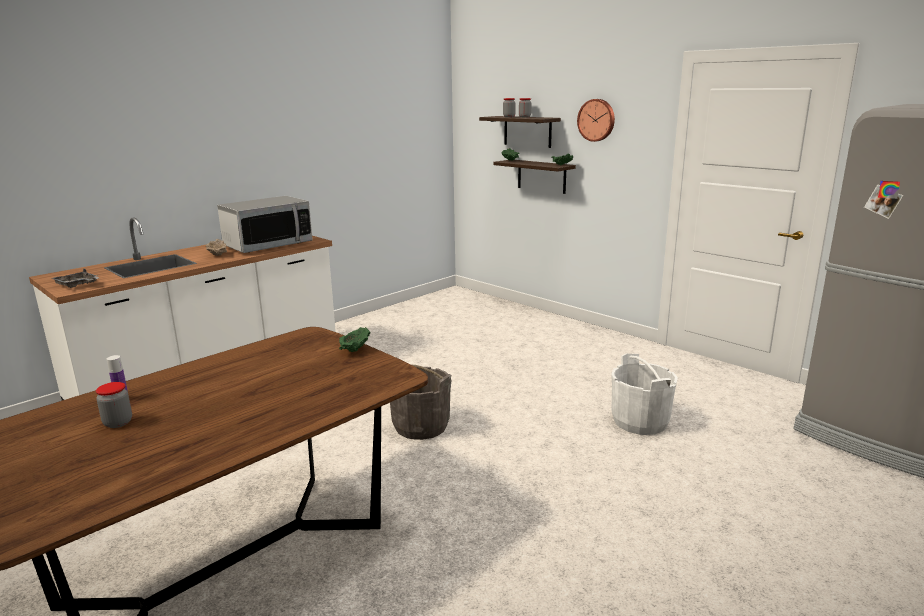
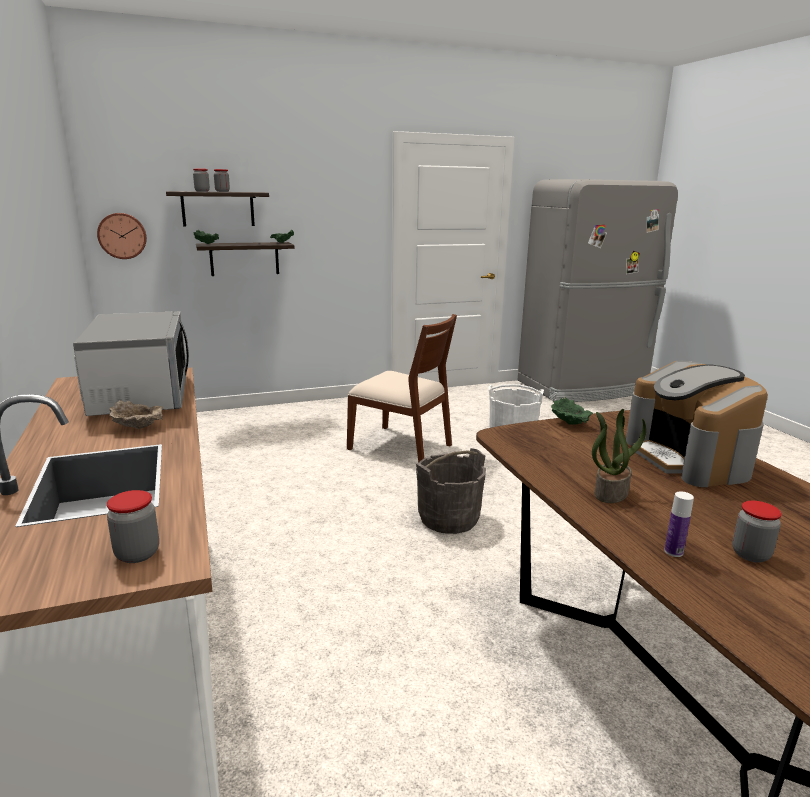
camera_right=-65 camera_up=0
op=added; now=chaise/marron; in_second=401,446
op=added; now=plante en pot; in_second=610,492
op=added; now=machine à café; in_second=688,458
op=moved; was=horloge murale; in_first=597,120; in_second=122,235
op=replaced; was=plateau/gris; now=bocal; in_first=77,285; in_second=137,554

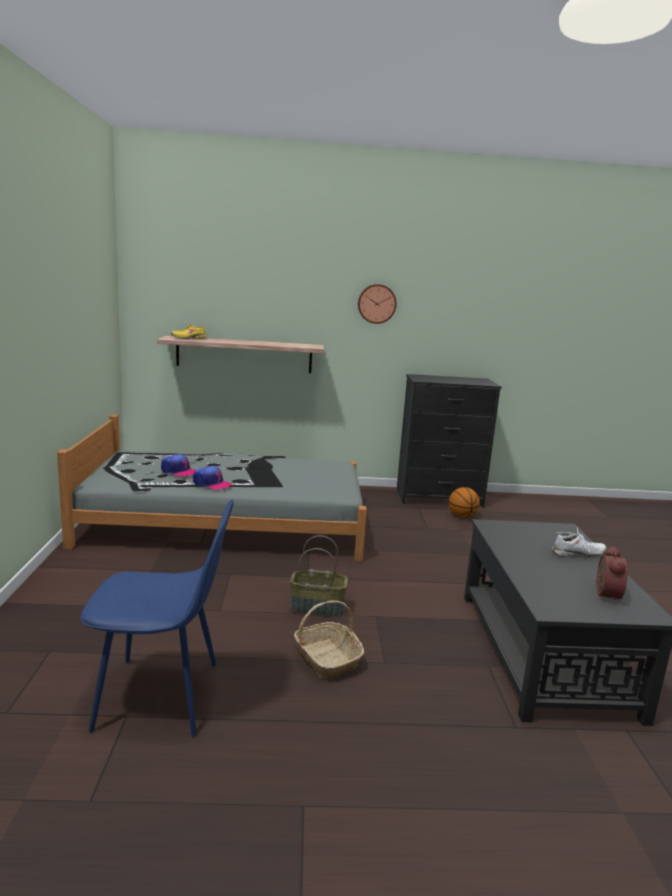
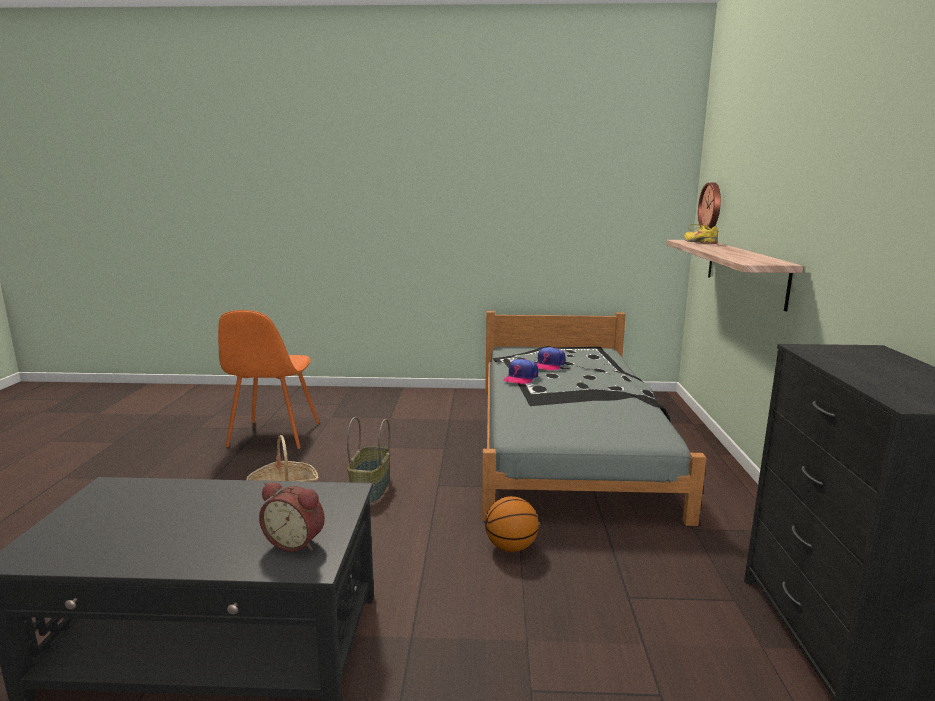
camera_right=95 camera_up=0
op=removed; was=chaussure/blanc; in_first=578,554
op=moved; was=horloge murale; in_first=376,304; in_second=711,206
op=moved; was=ballon de basket; in_first=462,516; in_second=511,547
op=moved; was=réveil; in_first=604,594; in_second=296,541
op=recoloured; was=chaise/bleu; now=chaise/orange; in_first=162,696; in_second=273,435

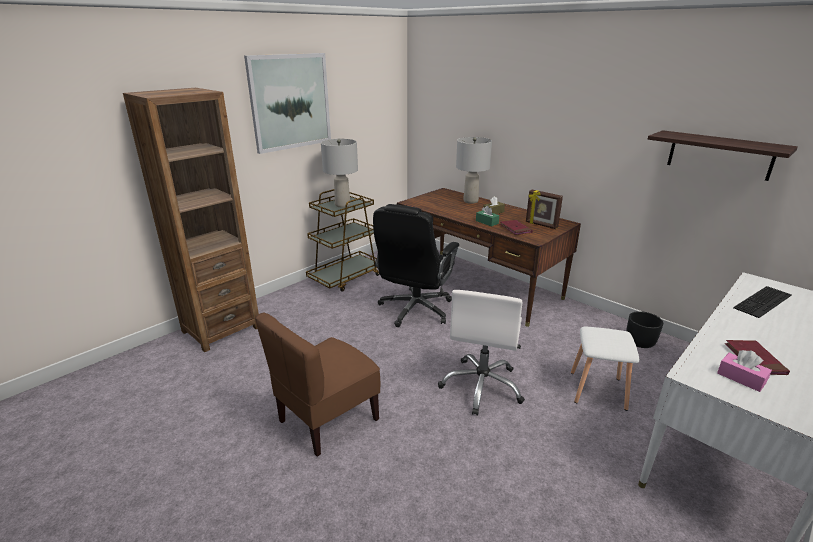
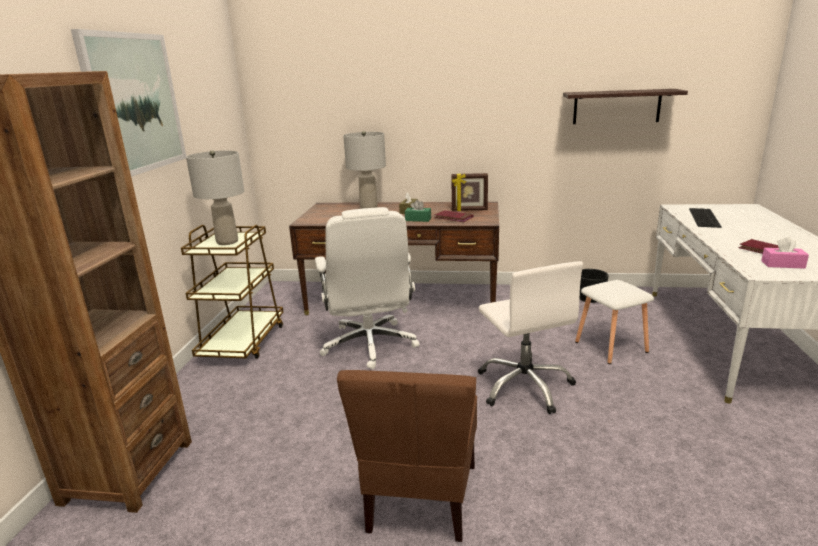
camera_right=-35 camera_up=-5
op=recoloured; was=chaise de bureau/noir; now=chaise de bureau/blanc; in_first=415,309; in_second=370,345

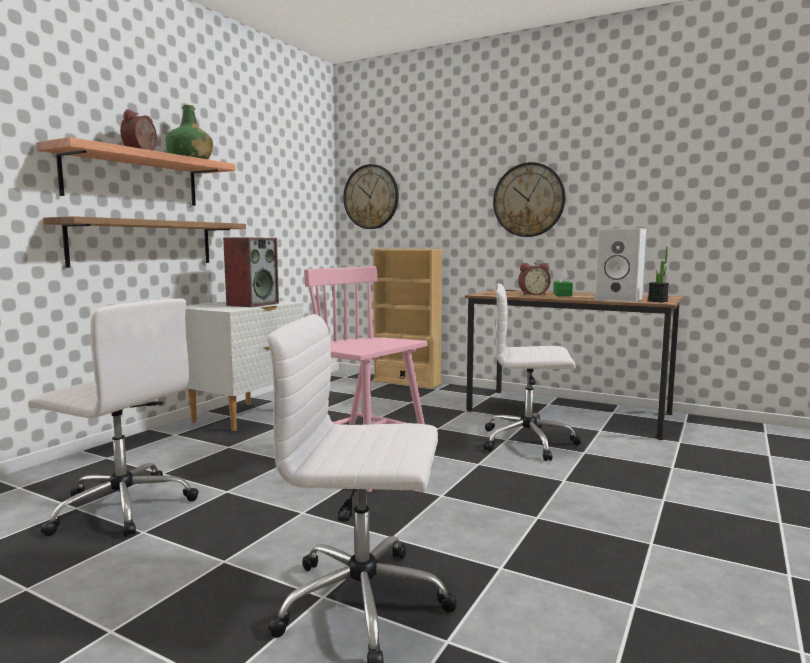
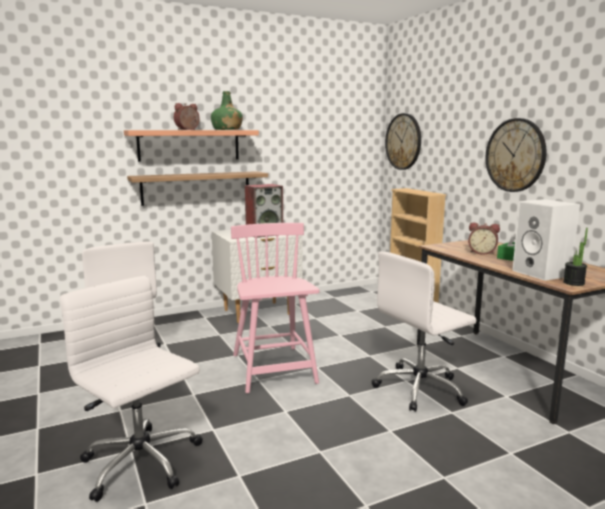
camera_right=35 camera_up=5
op=turned; was=chaise de bureau/blanc; in_first=529,442; in_second=421,388; clockwise=-75

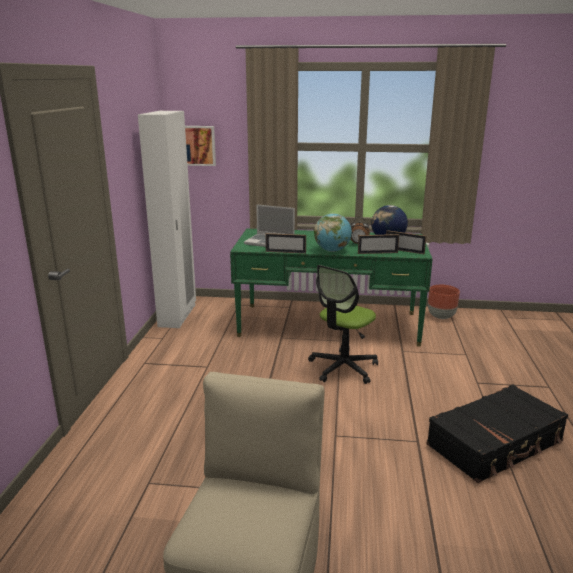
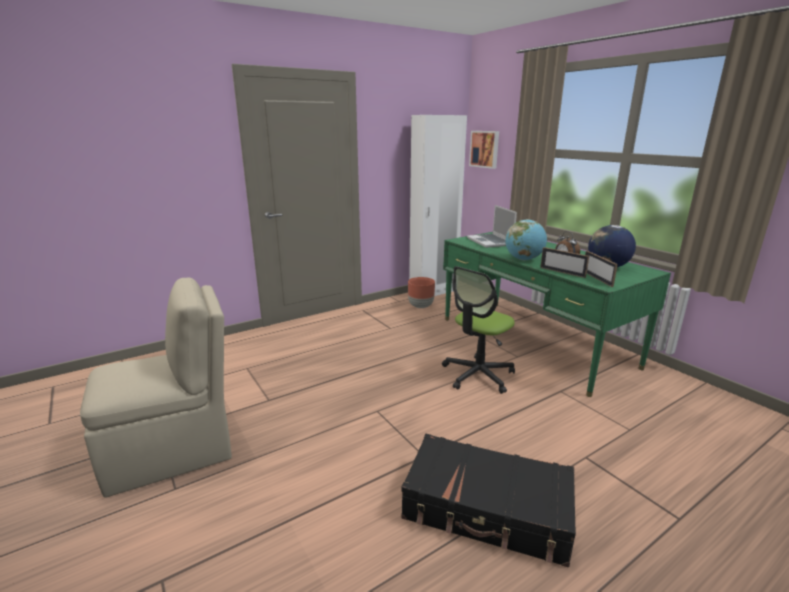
camera_right=50 camera_up=0
op=removed; was=cadre photo; in_first=285,252
op=moved; was=cache-pot/marron; in_first=441,317; in_second=420,306
op=turned; was=chaise de bureau; in_first=343,368; in_second=478,375; clockwise=-45

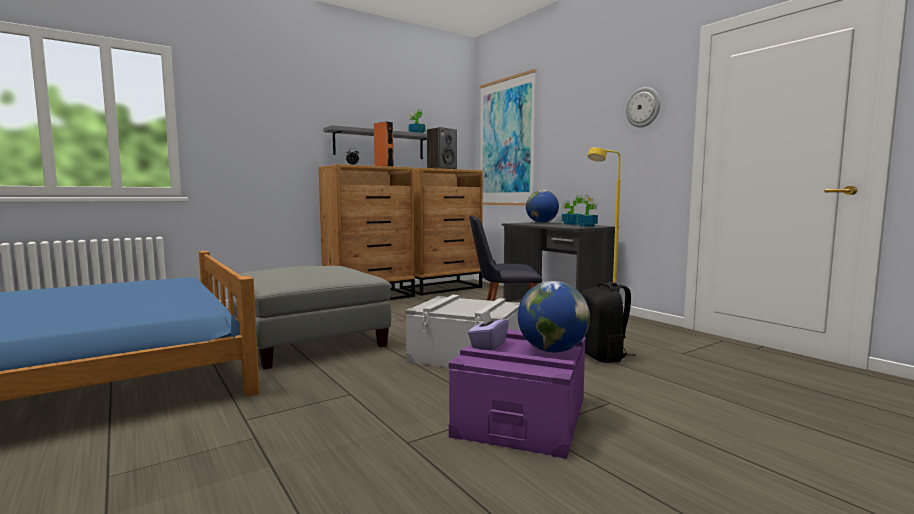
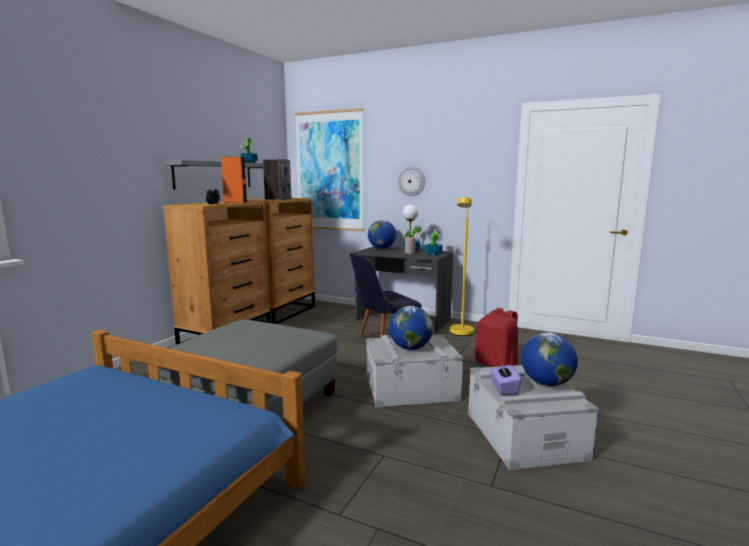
camera_right=-30 camera_up=5
op=added; now=globe; in_second=410,348
op=added; now=lampe de table; in_second=409,253
op=moved; was=horloge murale; in_first=643,107; in_second=411,181
op=recoloured; was=boîte de rangement/violet; now=boîte de rangement/gris; in_first=522,416; in_second=524,435
op=recoloured; was=sac à dos/noir; now=sac à dos/rouge; in_first=602,356; in_second=497,365

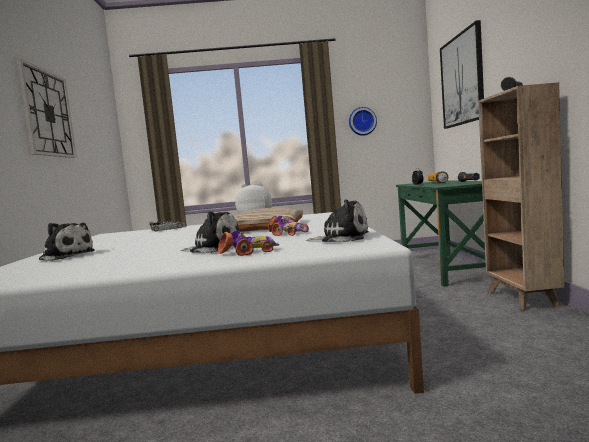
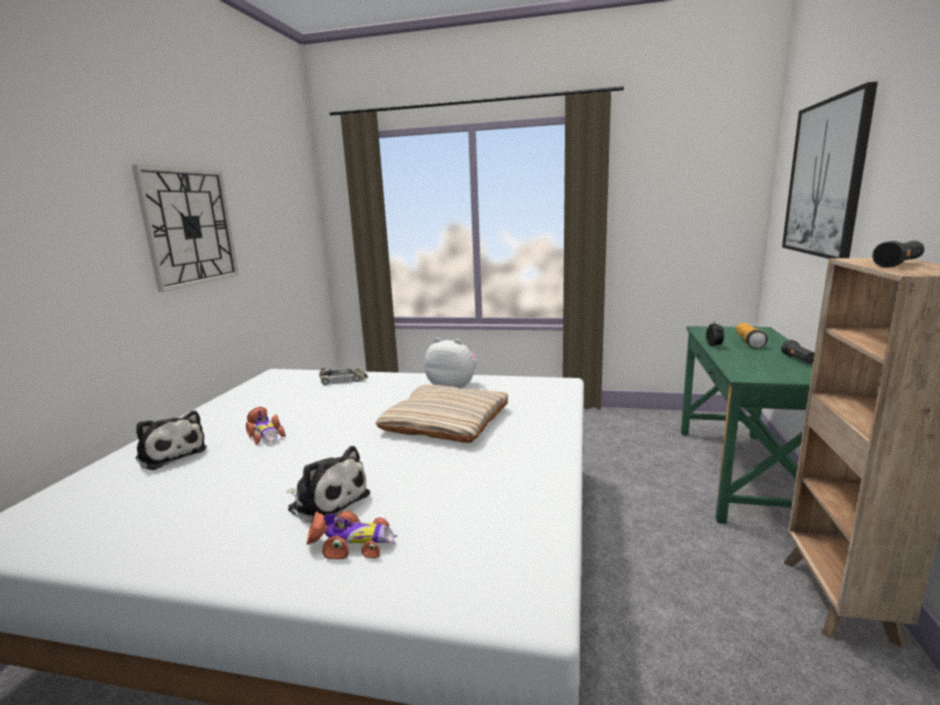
camera_right=15 camera_up=10
op=removed; was=peluche; in_first=342,238
op=removed; was=horloge murale; in_first=362,121
op=moved; was=petite voiture; in_first=288,234; in_second=265,434

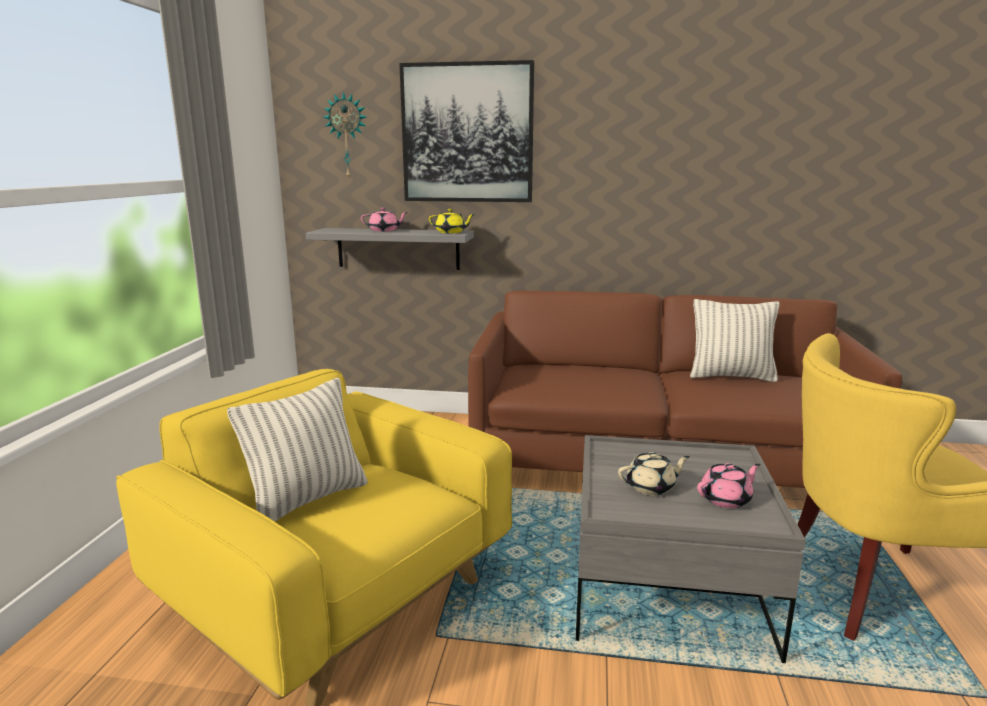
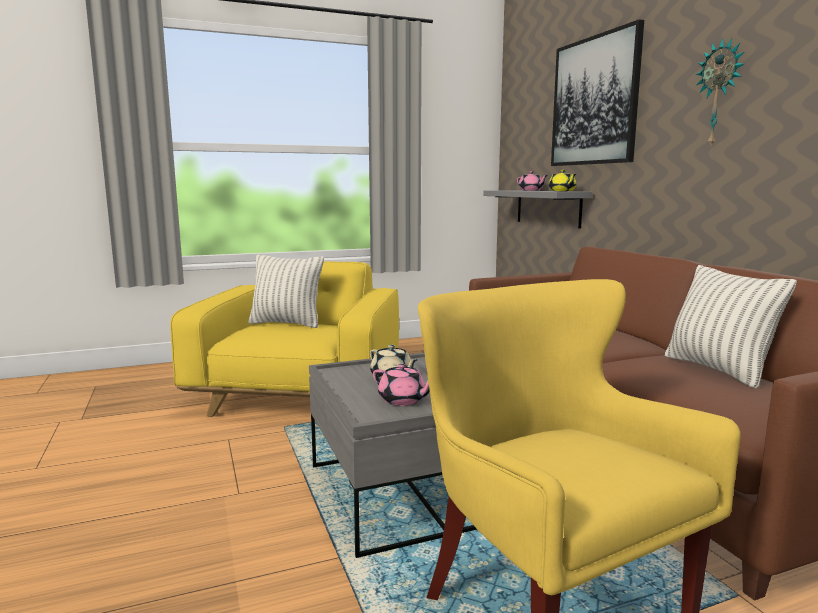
camera_right=60 camera_up=-5
op=moved; was=horloge murale; in_first=347,136; in_second=719,94

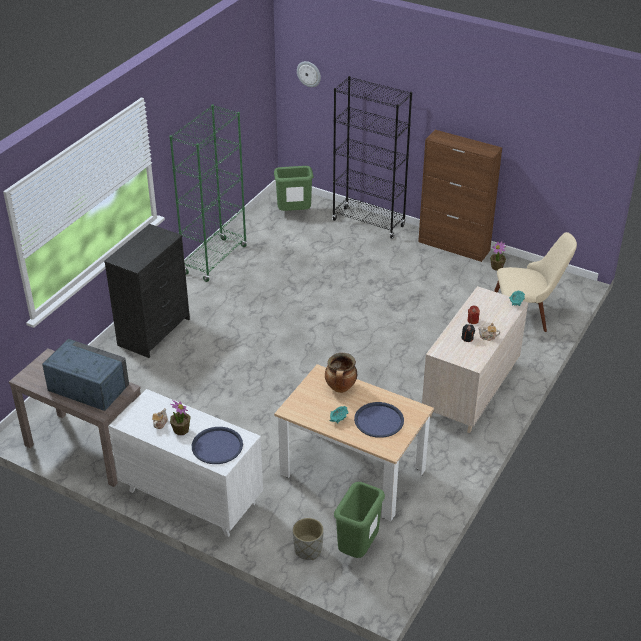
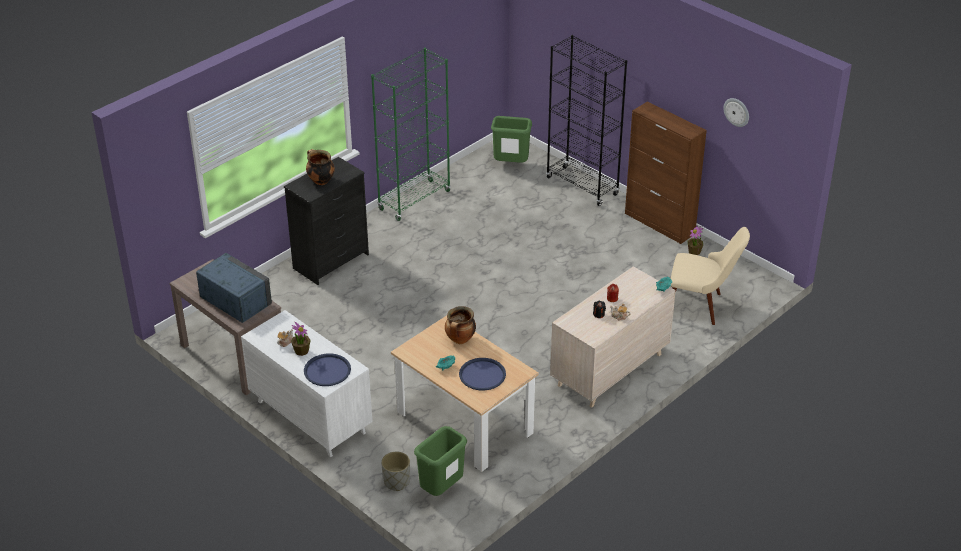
camera_right=15 camera_up=0
op=added; now=marmite; in_second=320,181
op=moved; was=horloge murale; in_first=309,73; in_second=737,112

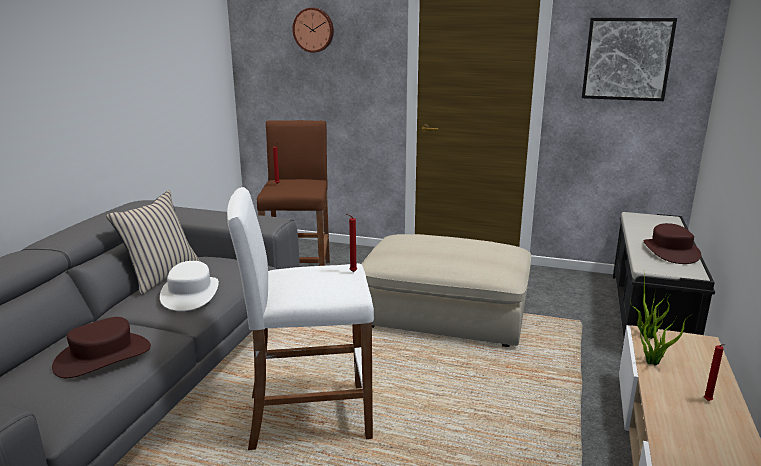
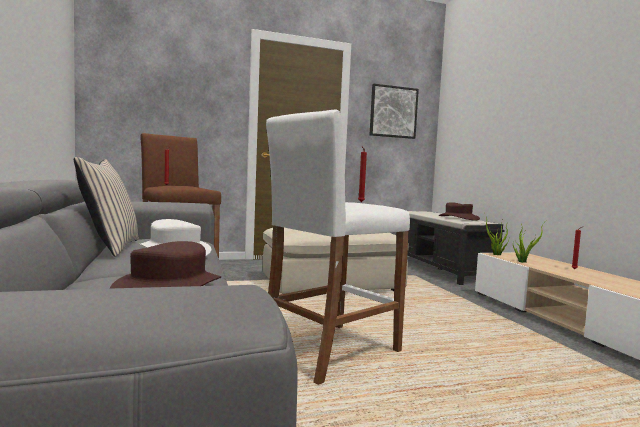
camera_right=-35 camera_up=-15
op=removed; was=horloge murale; in_first=314,30

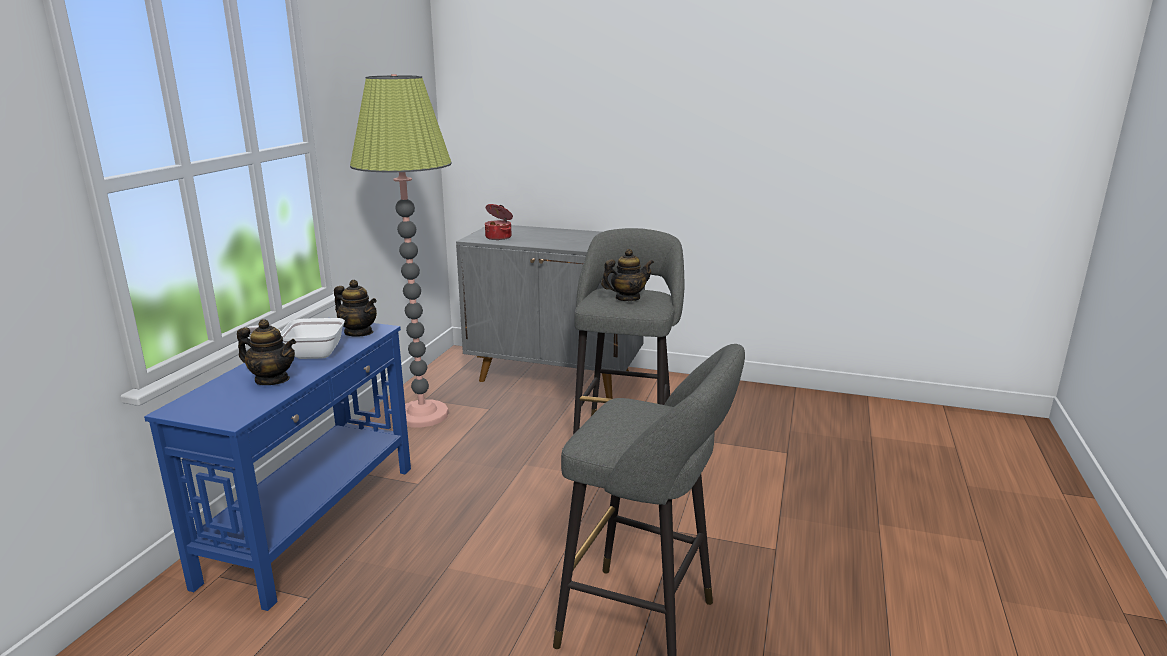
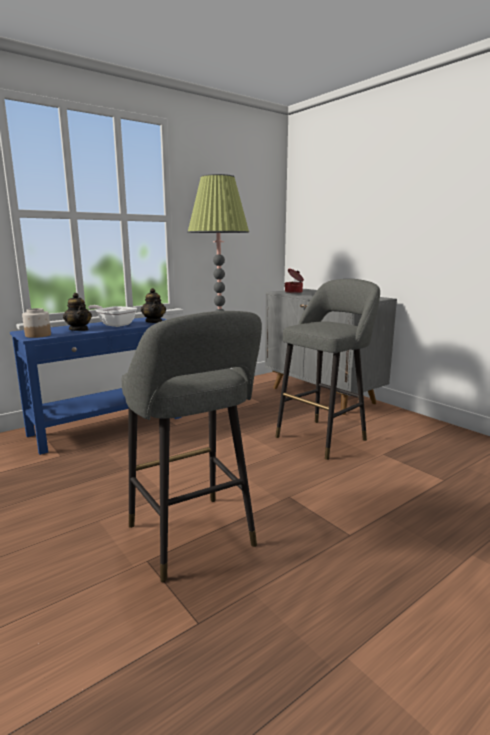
camera_right=35 camera_up=-5
op=removed; was=théière; in_first=627,298
op=added; now=bocal; in_second=37,335

